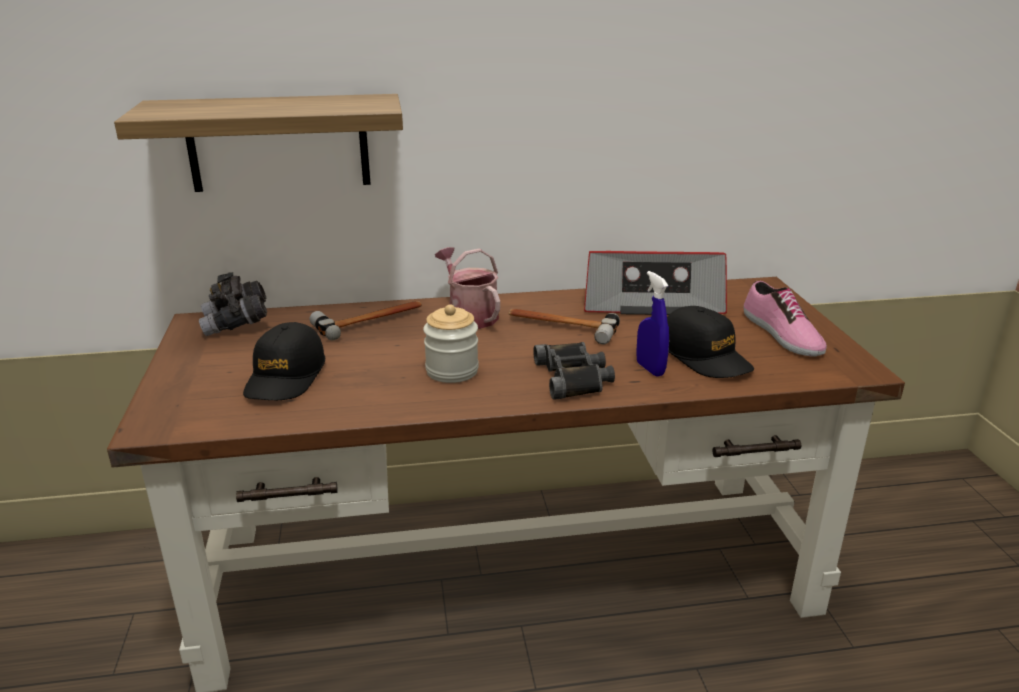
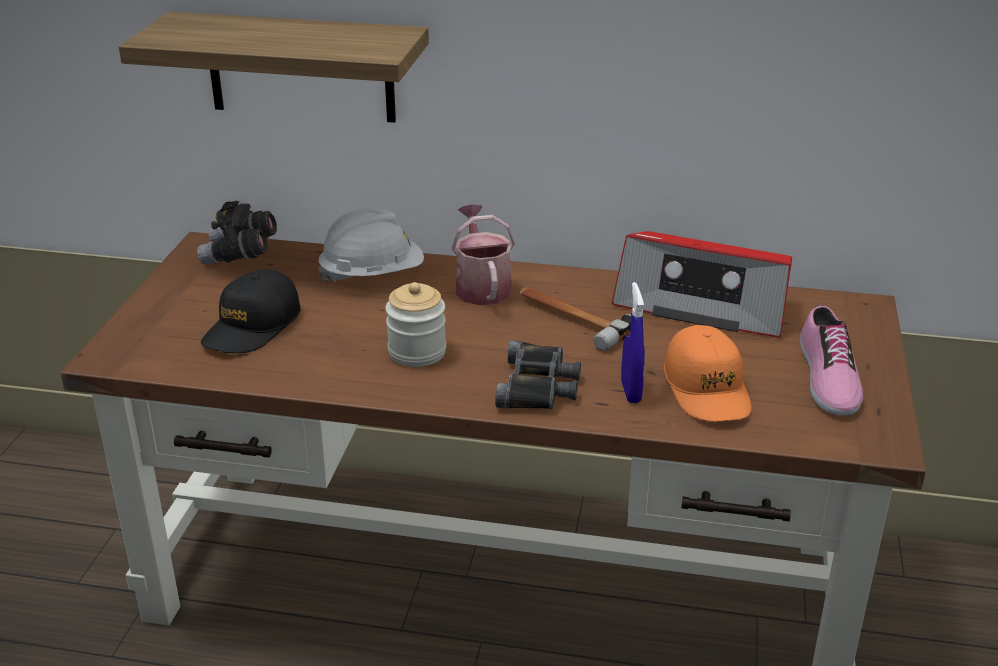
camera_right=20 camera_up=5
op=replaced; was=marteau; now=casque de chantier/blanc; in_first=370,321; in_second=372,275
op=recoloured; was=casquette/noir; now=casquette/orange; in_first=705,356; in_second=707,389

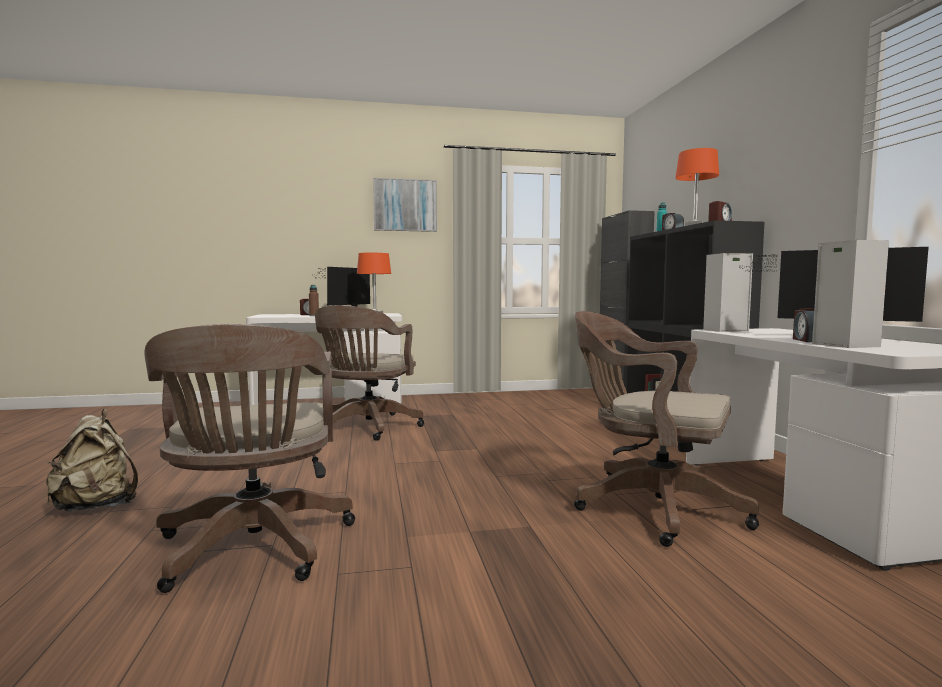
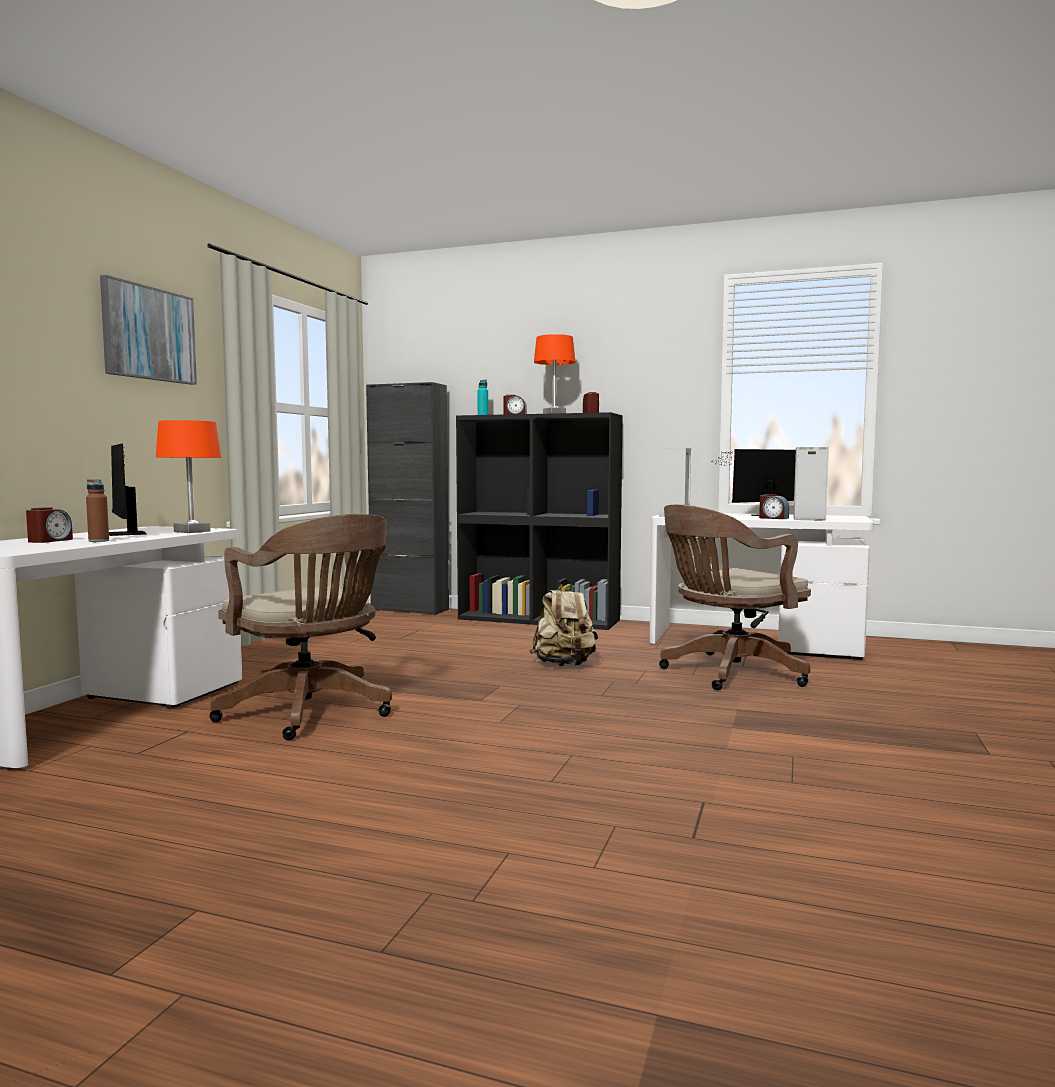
camera_right=-60 camera_up=0
op=removed; was=chaise de bureau/marron; in_first=254,550
op=moved; was=sac à dos/beige; in_first=96,506; in_second=564,665

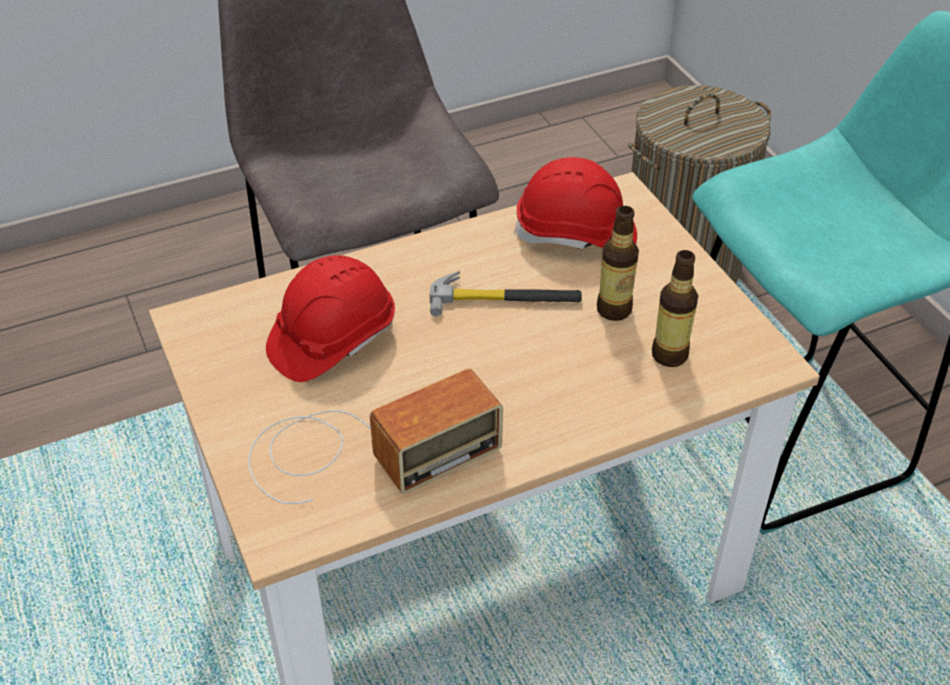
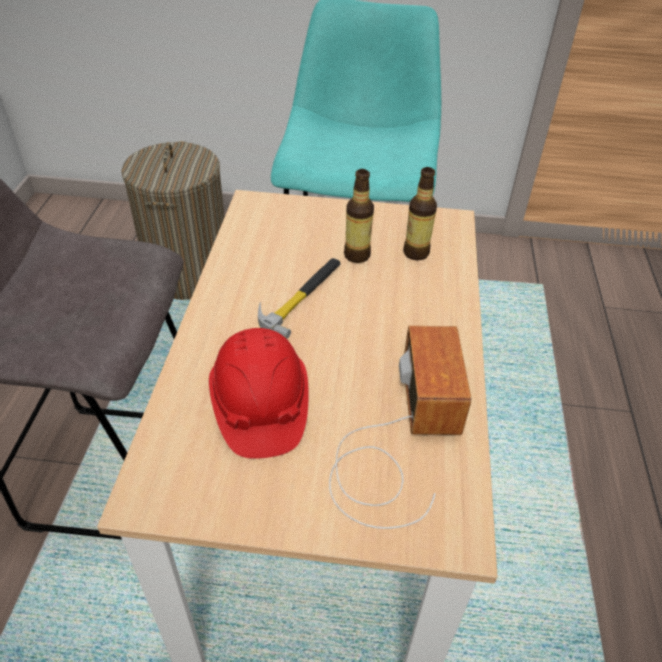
camera_right=-60 camera_up=0
op=removed; was=casque de chantier/rouge; in_first=576,234

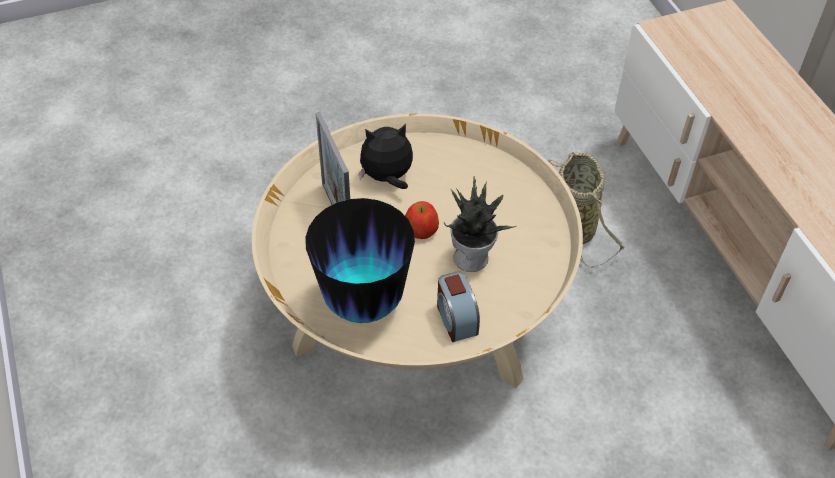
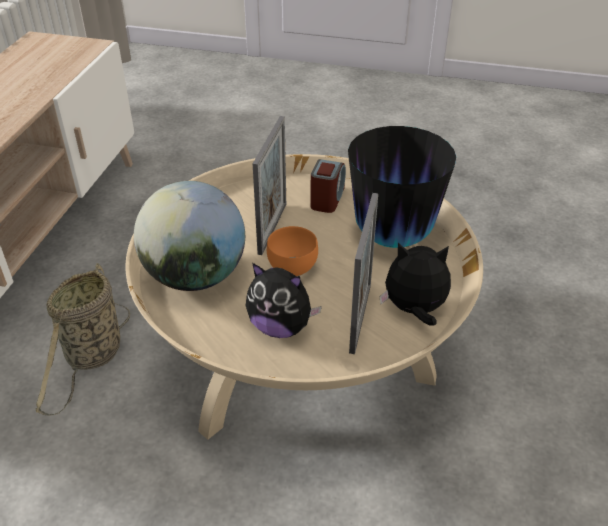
camera_right=-145 camera_up=-10
op=added; now=globe; in_second=195,277
op=added; now=peluche; in_second=414,310
op=replaced; was=pomme; now=bol/orange; in_first=421,229; in_second=293,266
op=replaced; was=plante en pot; now=cadre photo; in_first=472,257; in_second=272,228

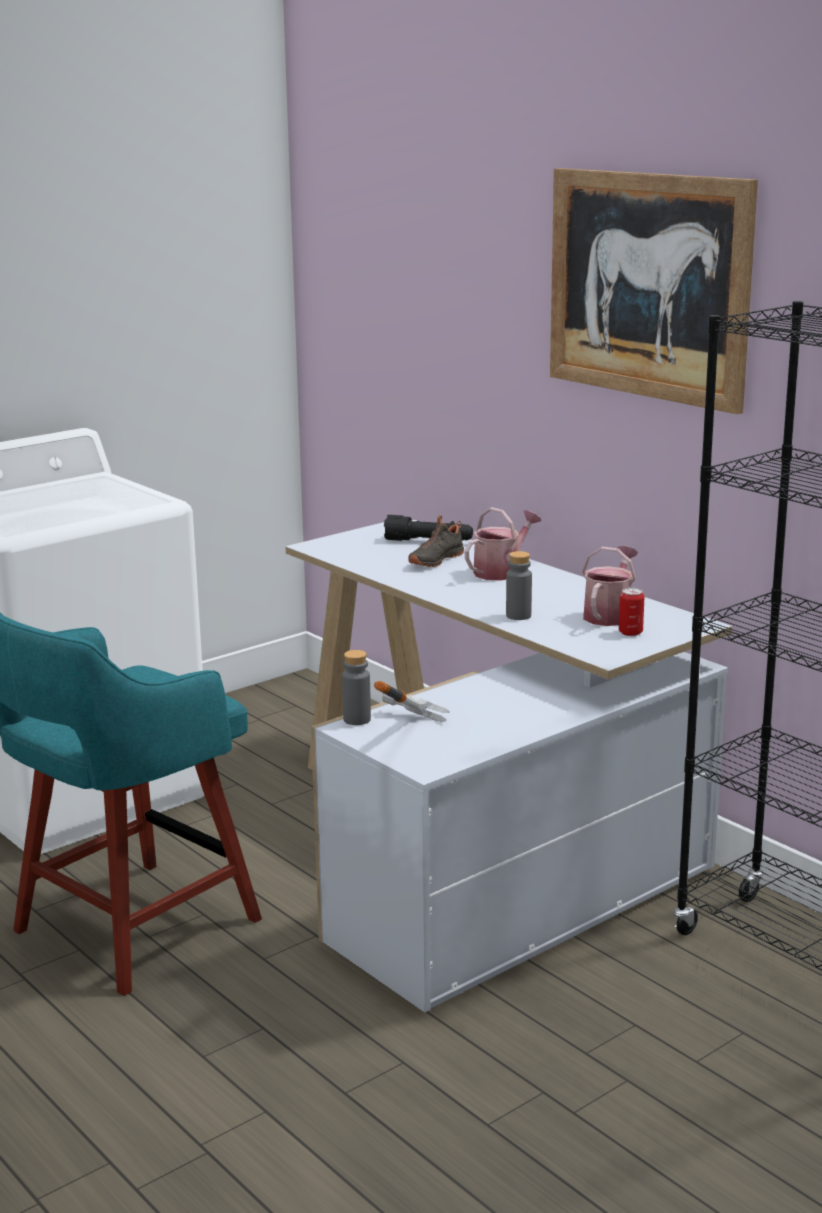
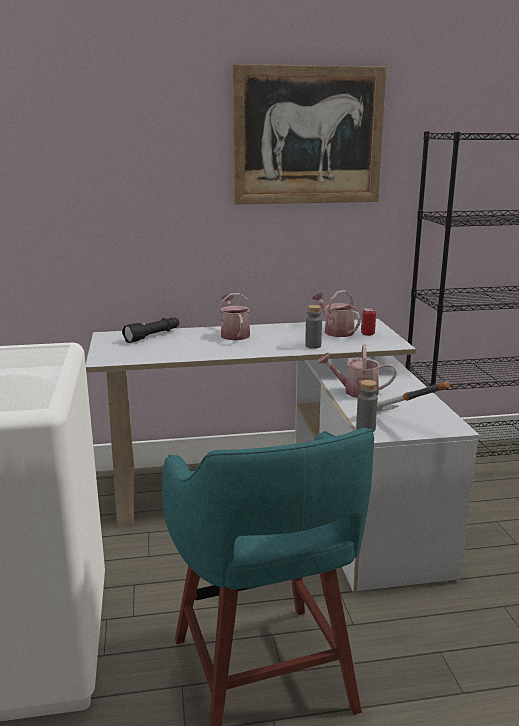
camera_right=-60 camera_up=0
op=removed; was=chaussure/noir; in_first=434,560
op=added; now=arrosoir; in_second=356,392

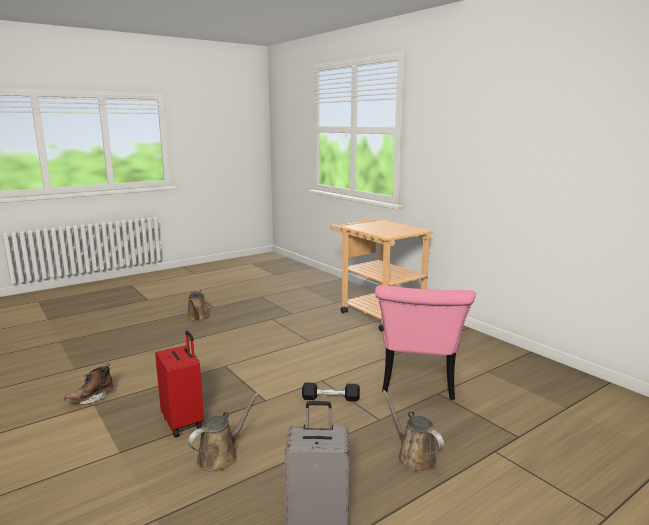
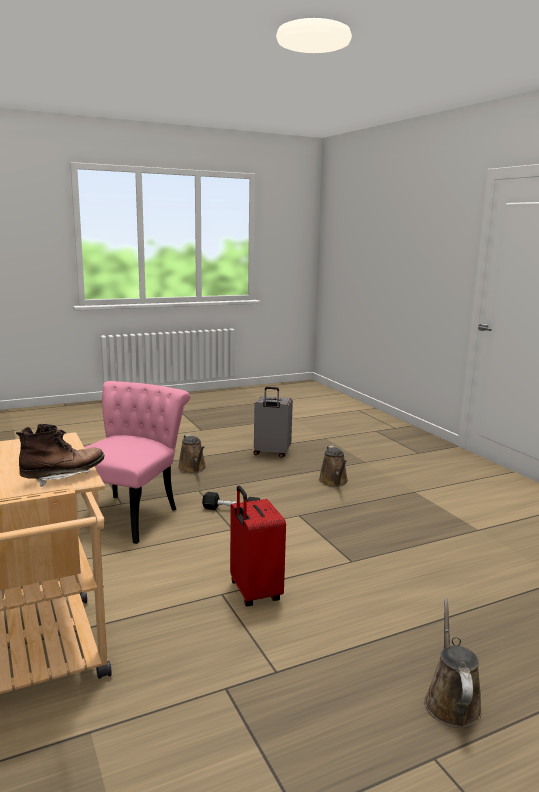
camera_right=-170 camera_up=0
op=moved; was=botte/marron; in_first=90,399; in_second=63,477
op=moved; was=valise/rouge; in_first=184,422; in_second=254,592
op=turned; was=arrosoir/marron; in_first=221,456; in_second=334,482; clockwise=-60

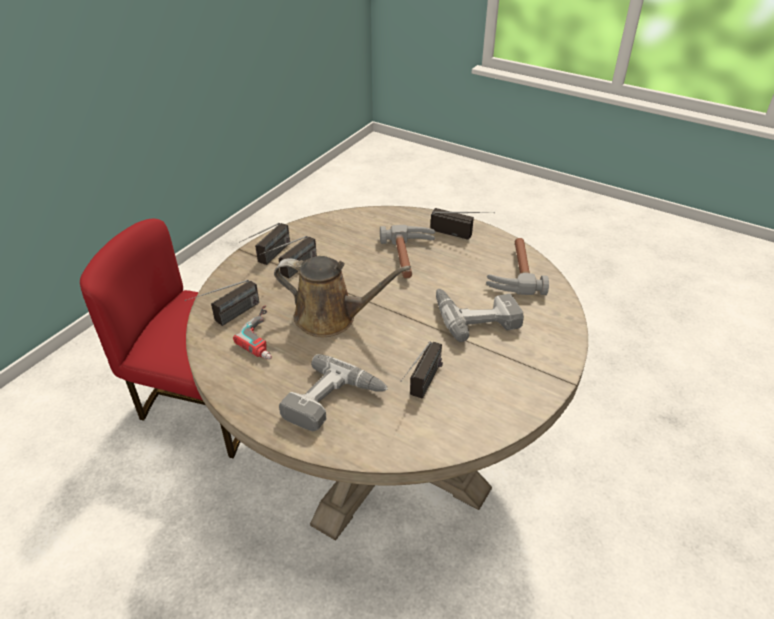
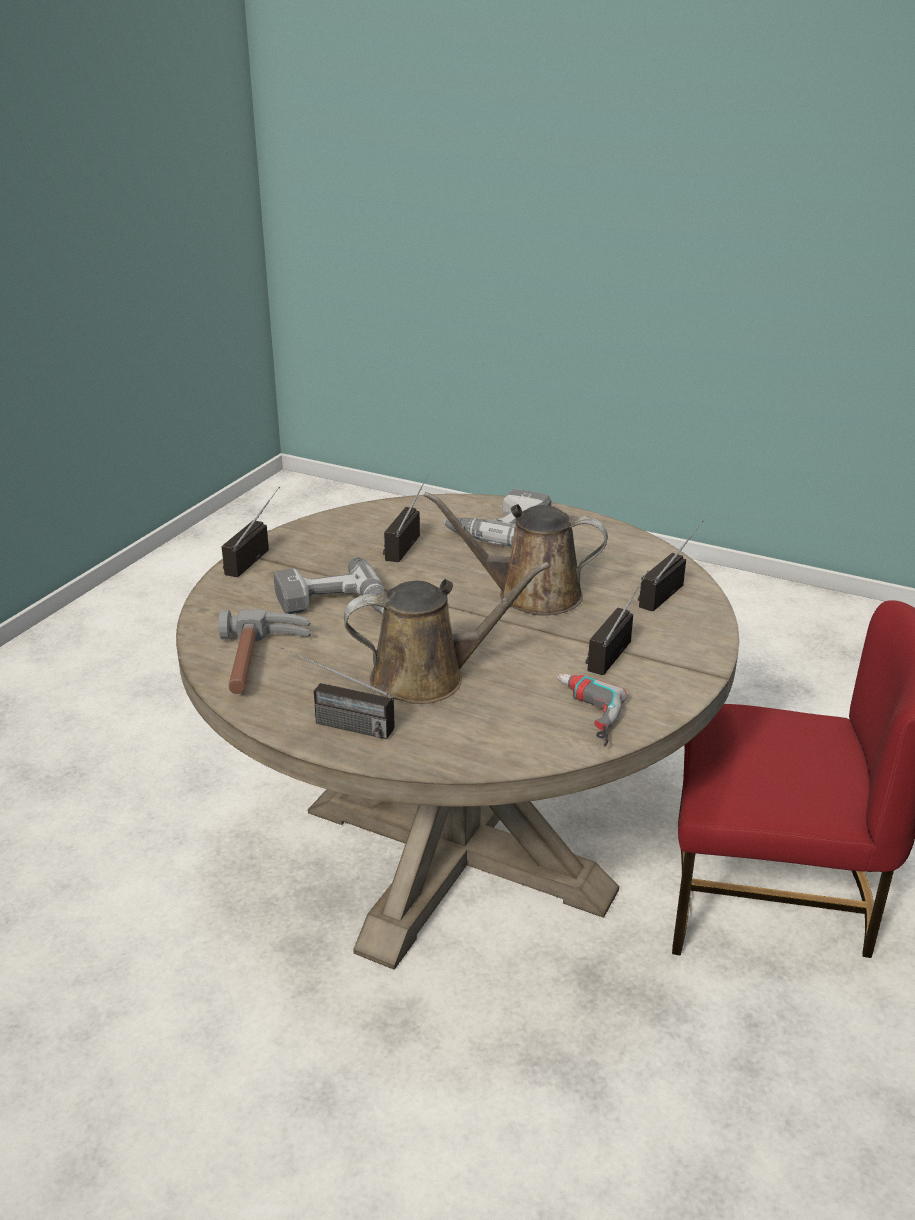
camera_right=175 camera_up=-10
op=moved; was=perceuse; in_first=266,336; in_second=581,715
op=moved; was=radio; in_first=268,258; in_second=253,555
op=replaced; was=marteau; now=arrosoir/marron; in_first=411,257; in_second=427,677

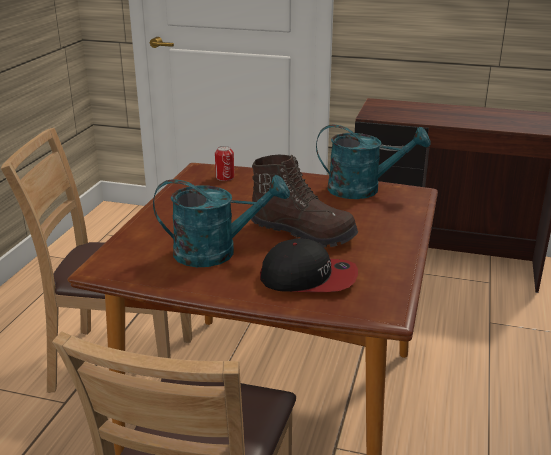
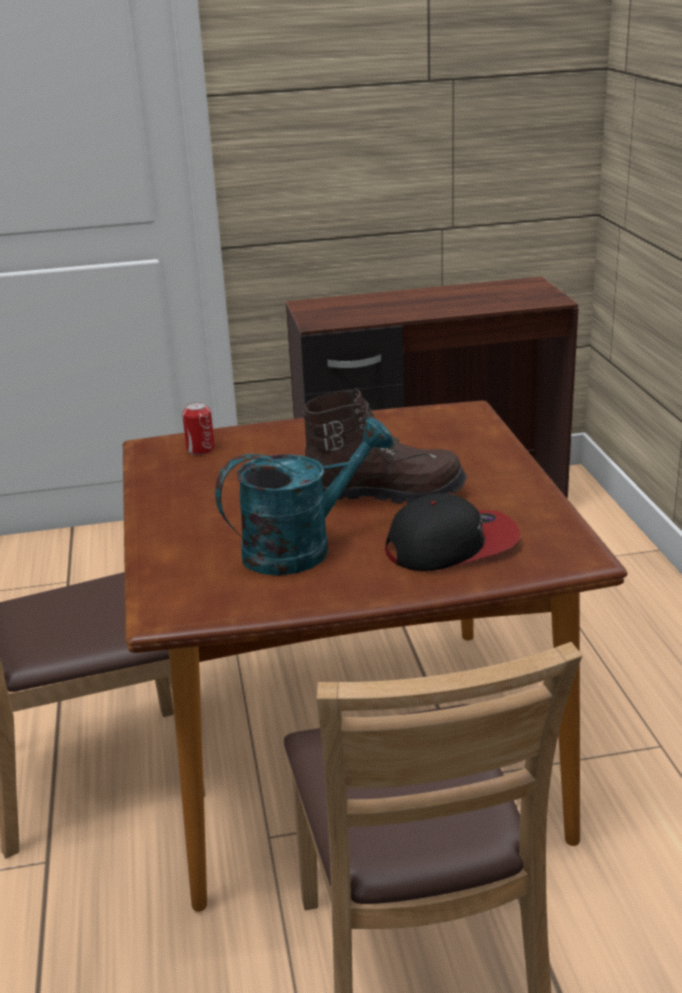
camera_right=-25 camera_up=0
op=removed; was=arrosoir/turquoise; in_first=363,189

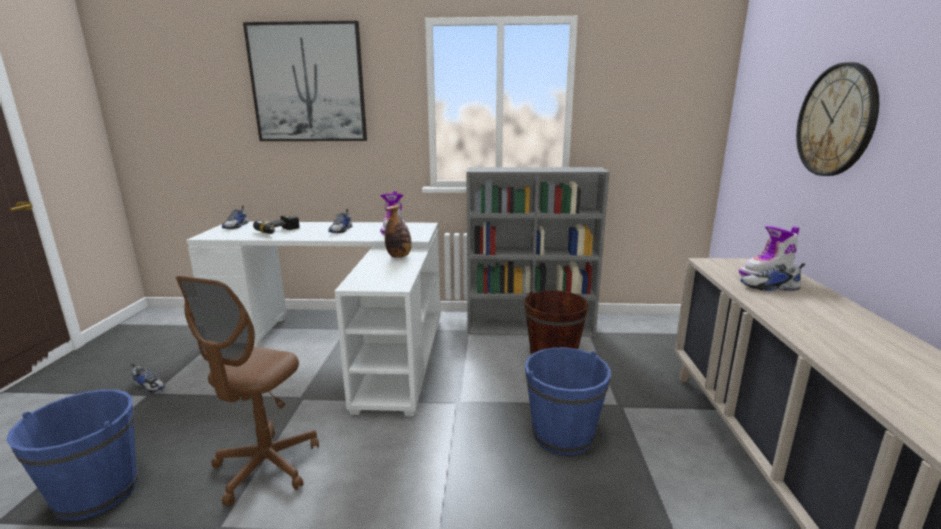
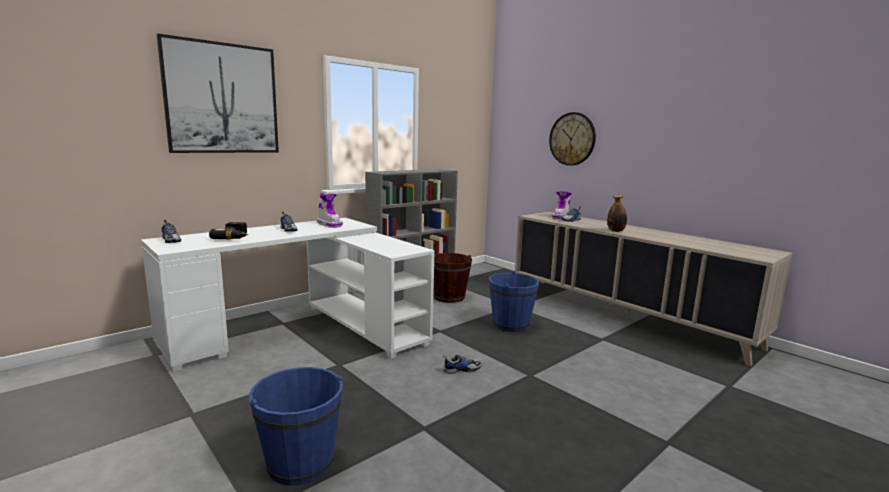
camera_right=-45 camera_up=-5
op=removed; was=chaise de bureau/marron; in_first=266,467
op=moved; was=chaussure; in_first=150,386; in_second=461,370
op=moved; was=bouteille; in_first=399,256; in_second=615,231

